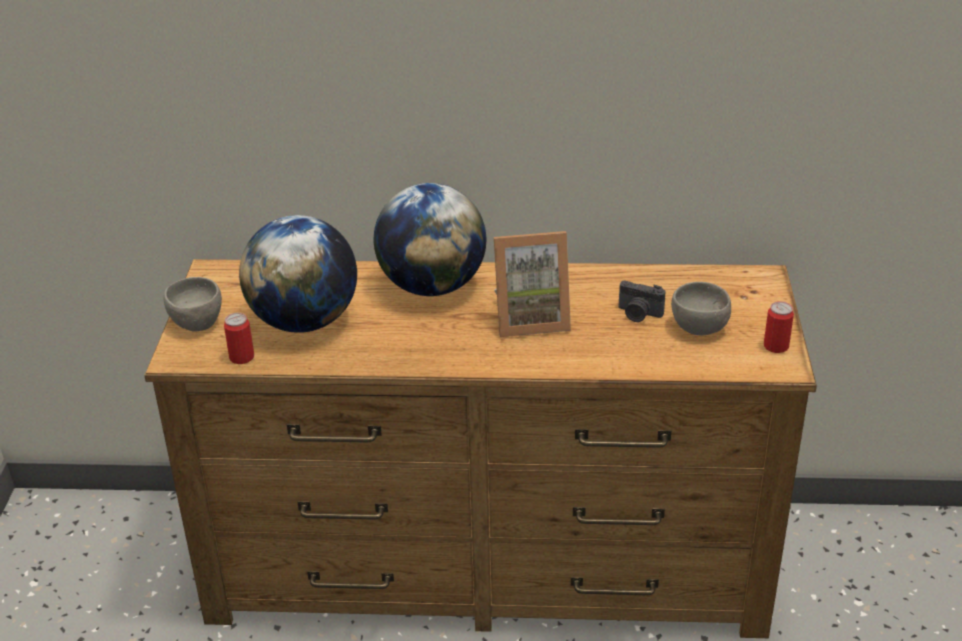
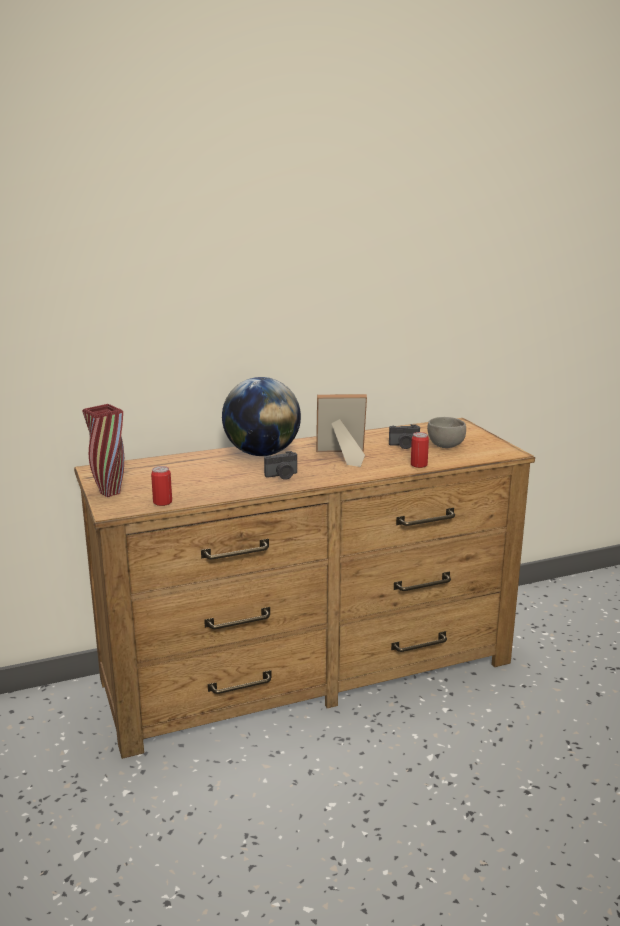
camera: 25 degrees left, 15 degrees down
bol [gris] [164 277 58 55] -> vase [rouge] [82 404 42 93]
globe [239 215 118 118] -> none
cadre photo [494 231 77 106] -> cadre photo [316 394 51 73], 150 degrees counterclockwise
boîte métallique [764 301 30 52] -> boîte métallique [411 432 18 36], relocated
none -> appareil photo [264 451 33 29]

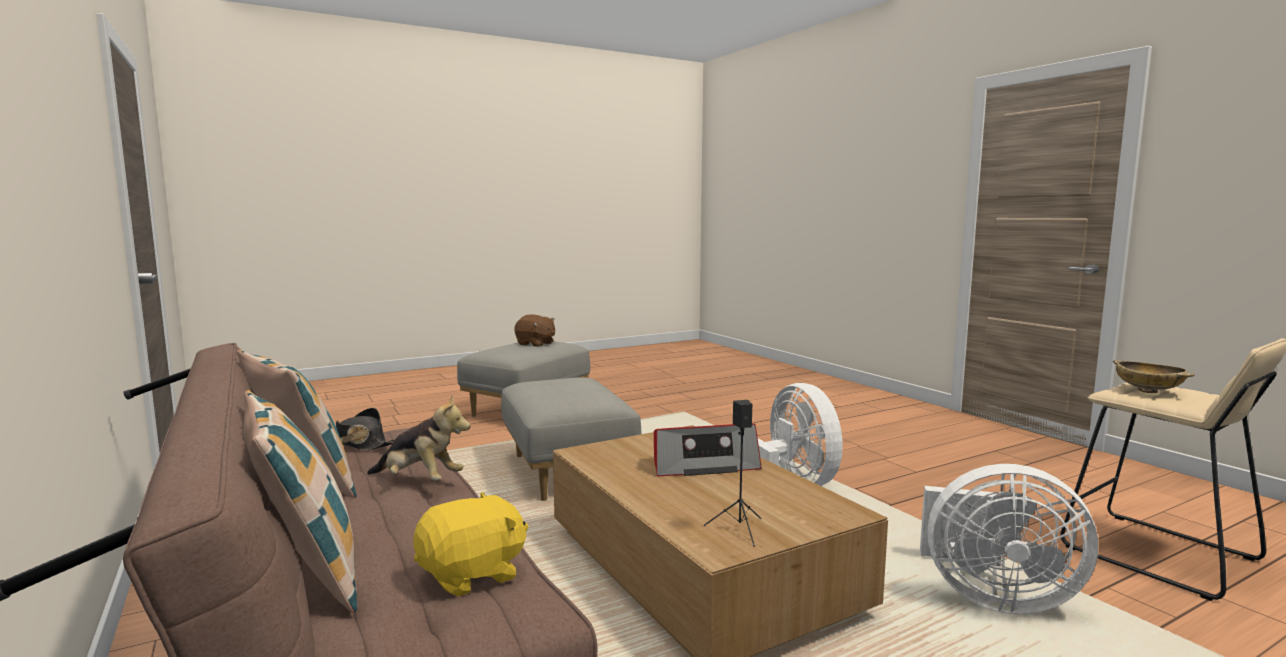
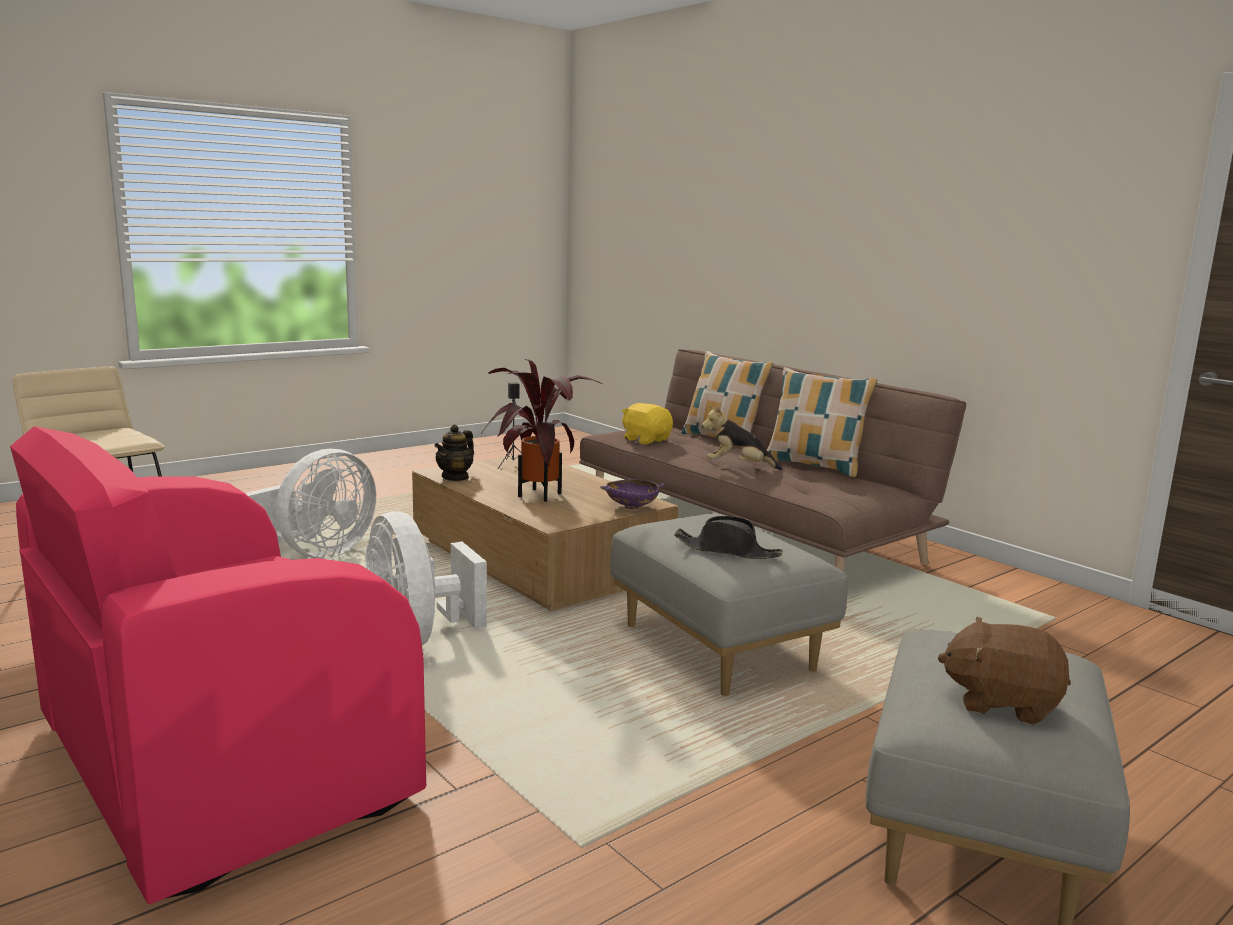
camera: 170 degrees right, 5 degrees up
chapeau [noir] [336 408 59 42] -> chapeau [noir] [674 516 109 43], relocated
peluche [jaune] [413 491 116 106] -> peluche [jaune] [622 403 51 42], 90 degrees clockwise
radio [654 423 108 53] -> plante en pot [481 359 122 143]
ventilateur [blanc] [920 464 178 150] -> ventilateur [blanc] [245 449 131 109], 120 degrees clockwise
bol [beige] [1113 360 82 33] -> none
none -> fauteuil [rose] [10 426 416 478]
none -> théière [434 424 40 57]
none -> bol [violet] [600 479 64 30]

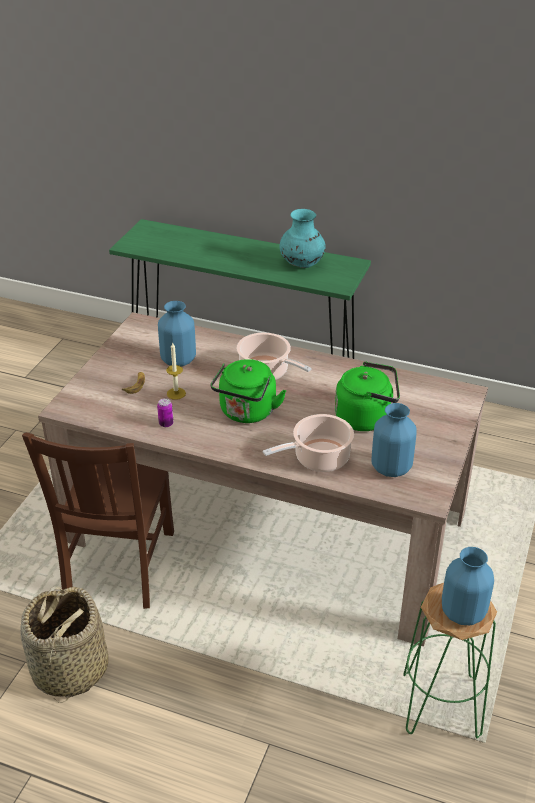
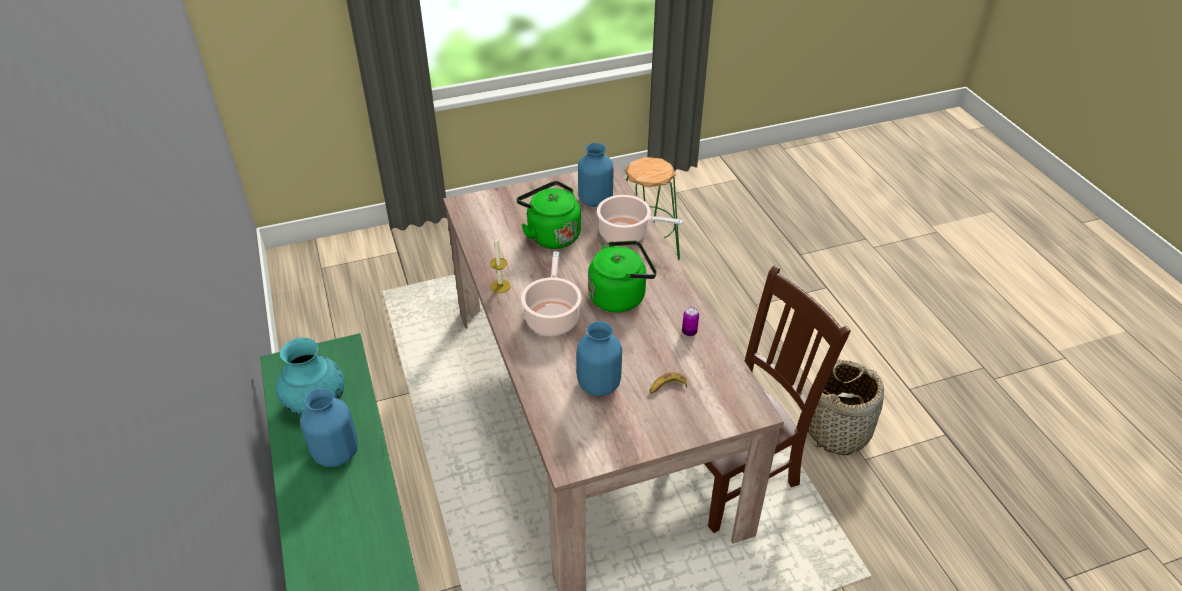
camera: 130 degrees left, 5 degrees up
bougie [166 342 20 58] -> bougie [490 237 21 56], relocated
vase [bleu] [442 547 52 78] -> vase [bleu] [300 388 58 79], relocated

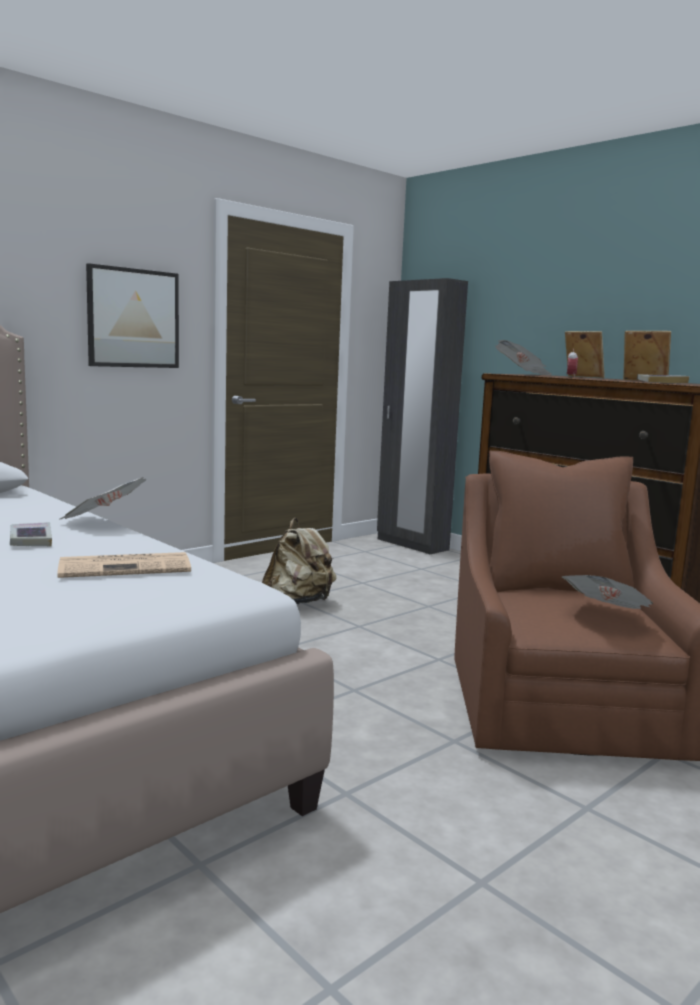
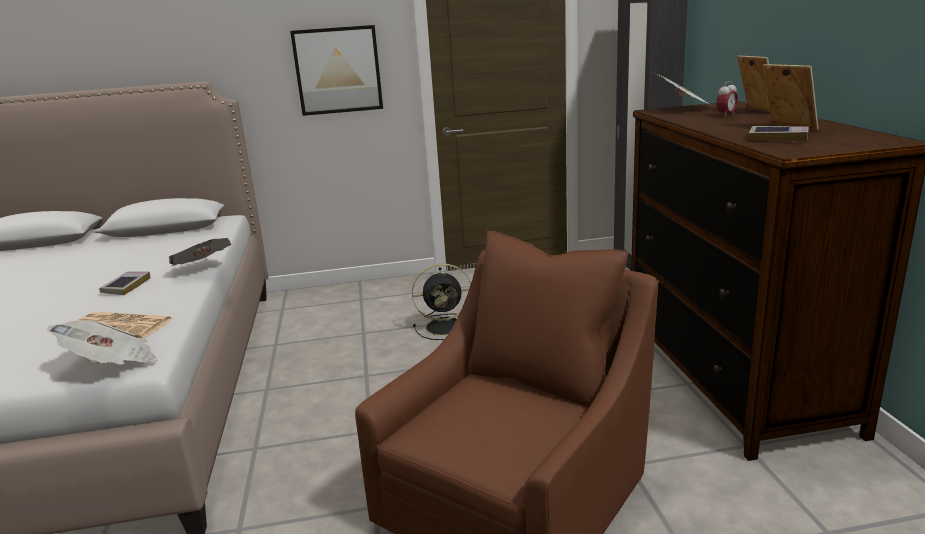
camera: 35 degrees right, 10 degrees up
sac à dos [beige] [262 518 75 86] -> ventilateur [noir] [412 264 59 76]
journal [562 575 91 34] -> journal [47 320 111 45], relocated

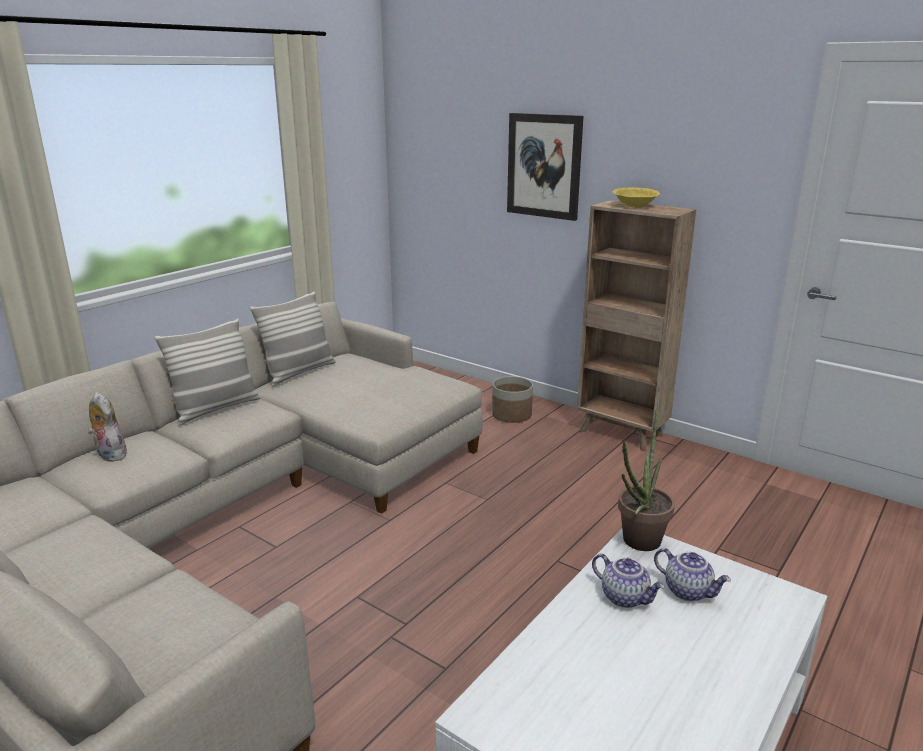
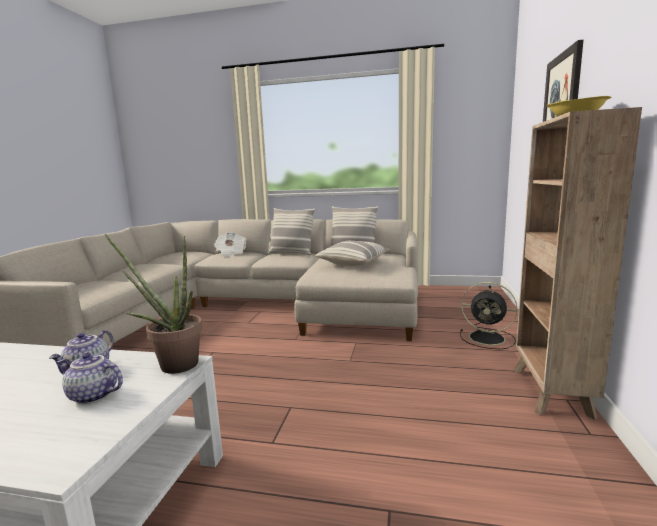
camera: 65 degrees right, 10 degrees down
peluche [88 392 39 70] -> journal [214 232 33 25]
cache-pot [492 376 41 47] -> ventilateur [noir] [460 282 57 67]
théière [654 548 77 53] -> théière [57 352 66 52], 90 degrees clockwise
none -> coussin [315 241 75 25]

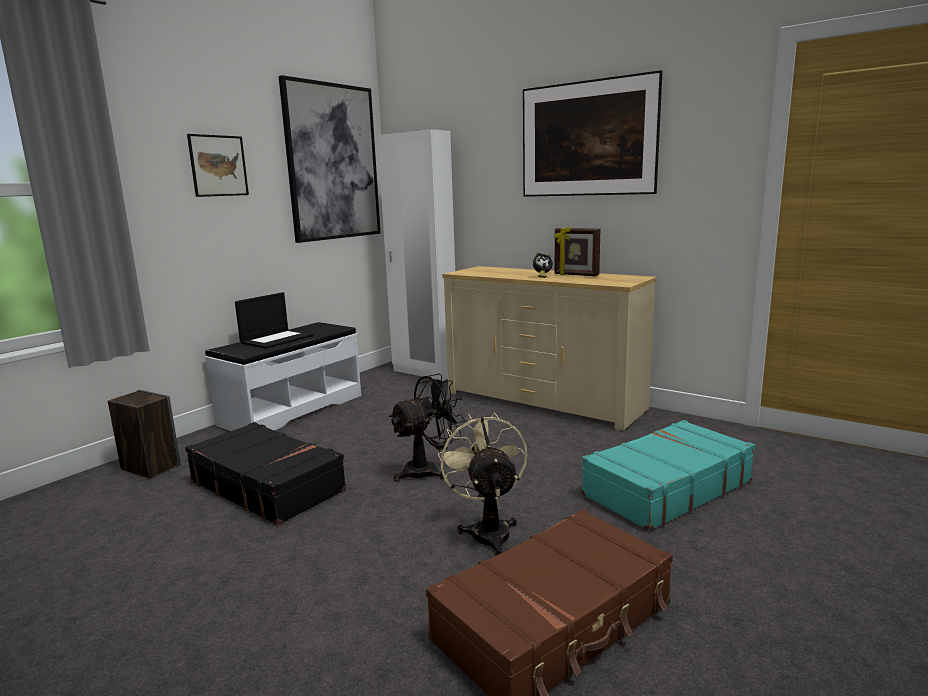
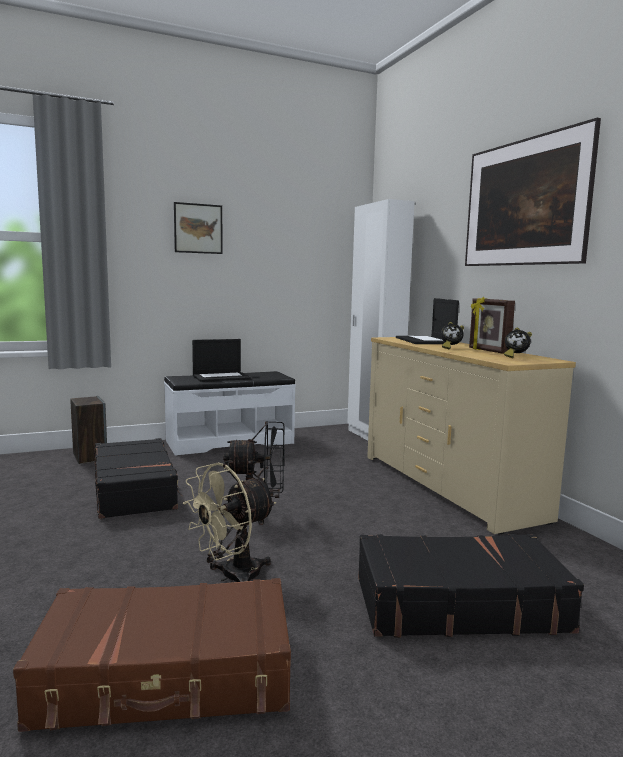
camera: 30 degrees right, 5 degrees down
tableau [279 75 102 168] -> none
ventilateur [beige] [438 412 89 144] -> ventilateur [beige] [183 463 93 119], 150 degrees counterclockwise
valise [turquoise] [581 420 174 111] -> valise [noir] [358 534 226 104]
none -> ordinateur portable [396 298 63 46]
none -> réveil [504 328 28 30]

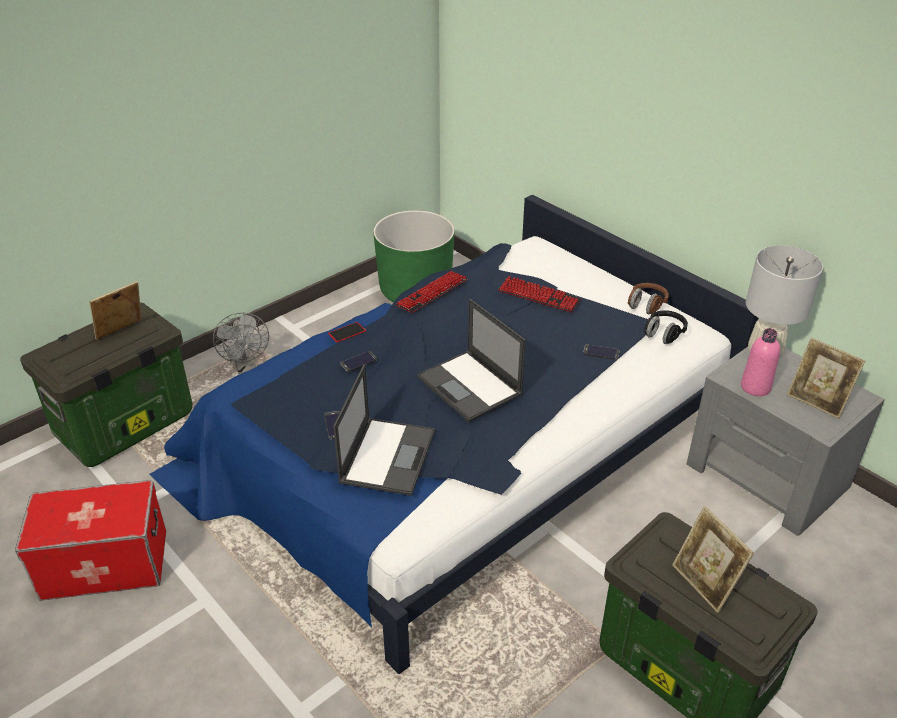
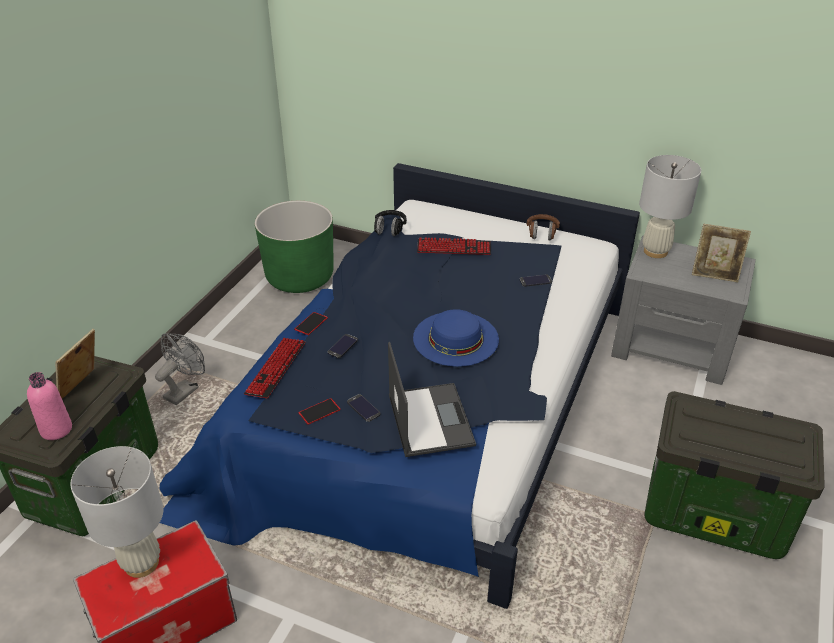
camera: 25 degrees left, 0 degrees up
ventilateur [gris] [213 313 56 61] -> ventilateur [gris] [155 333 50 72], 105 degrees counterclockwise
clavier [395 271 73 42] -> clavier [244 338 61 60], relocated
ordinateur portable [417 299 109 123] -> chapeau [bleu] [413 309 86 58]
casque audio [noir] [644 311 44 33] -> casque audio [noir] [374 210 33 26], relocated
cadre photo [672 506 82 107] -> none
bouteille [rose] [741 328 39 68] -> bouteille [rose] [27 372 45 68], relocated
none -> lampe de table [blanc] [70 446 93 132]
none -> téléphone [299 398 42 27]

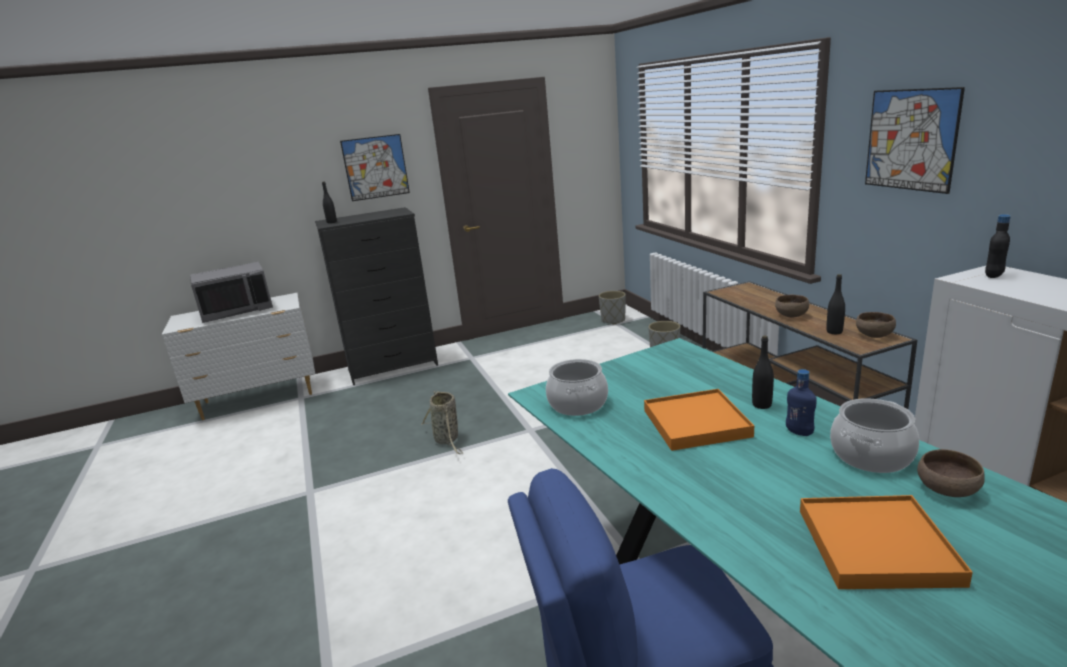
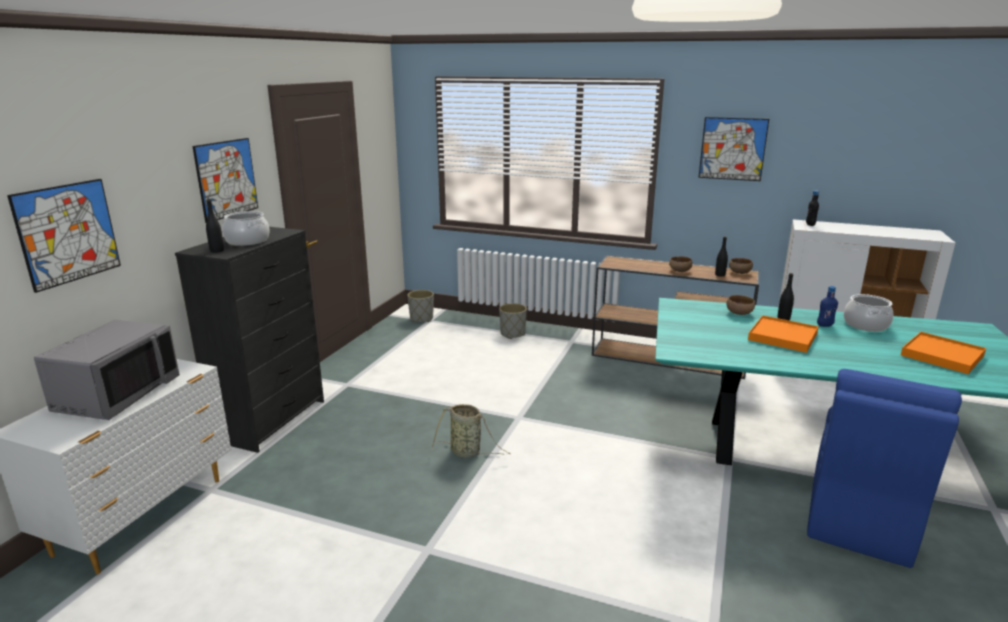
camera: 50 degrees left, 0 degrees up
marmite [546 359 62 57] -> marmite [222 211 48 35], relocated
bol [marron] [917 449 68 48] -> bol [marron] [727 295 28 20], relocated
none -> tableau [7 179 114 114]

